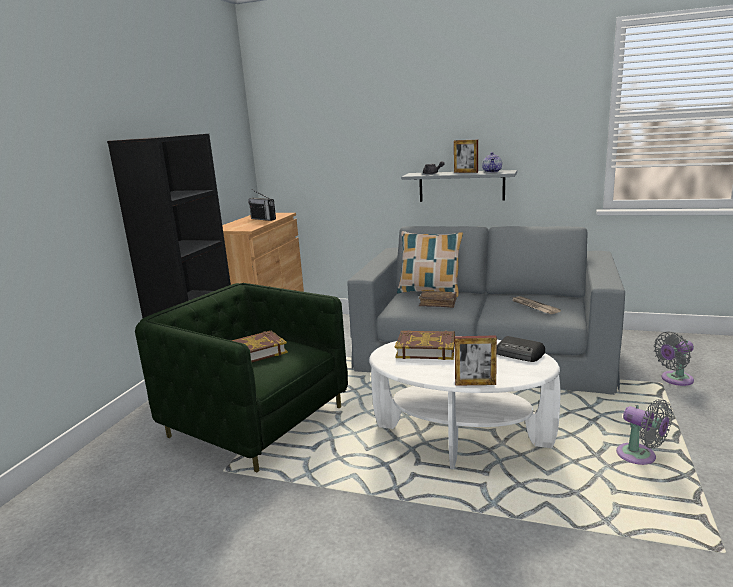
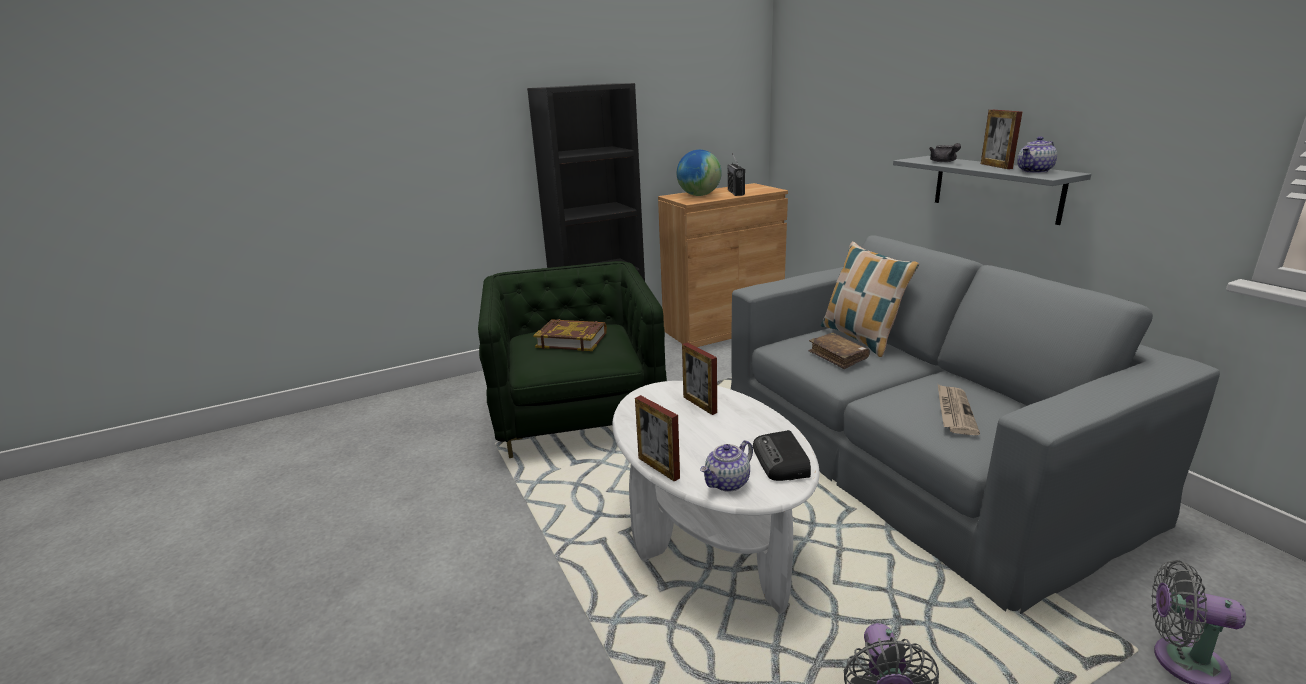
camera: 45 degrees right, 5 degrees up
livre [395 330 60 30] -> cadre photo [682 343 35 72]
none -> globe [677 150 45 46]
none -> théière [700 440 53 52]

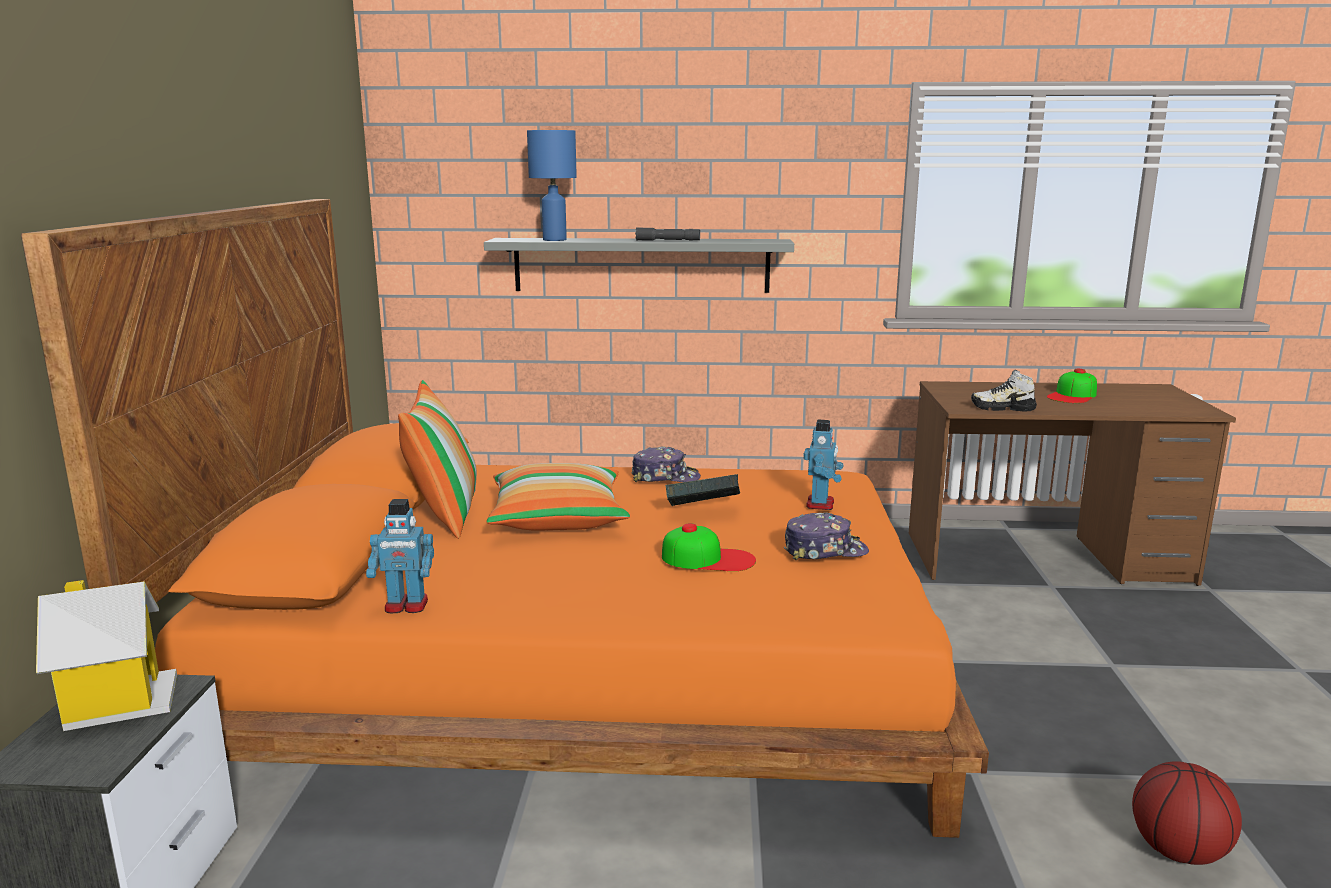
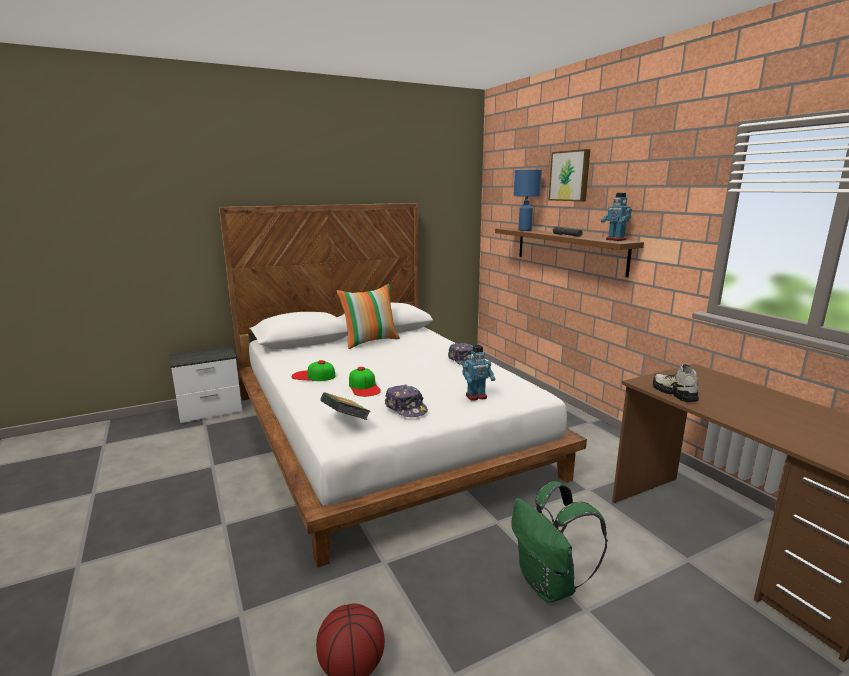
camera: 60 degrees right, 0 degrees up
lit [orange] [21 199 968 639] -> lit [blanc] [219 203 368 364]
maison miniature [36 580 141 151] -> none
robot jouet [366 499 68 114] -> robot jouet [601 193 31 48], relocated
étagère [gris] [484 238 310 55] -> étagère [marron] [495 228 149 49]
coussin [487 463 143 67] -> none
livre [665 474 75 32] -> livre [320 392 50 28], relocated
casquette [1047 369 50 34] -> casquette [291 360 45 21], relocated
none -> sac à dos [vert] [512 481 96 121]
none -> tableau [549 149 41 52]

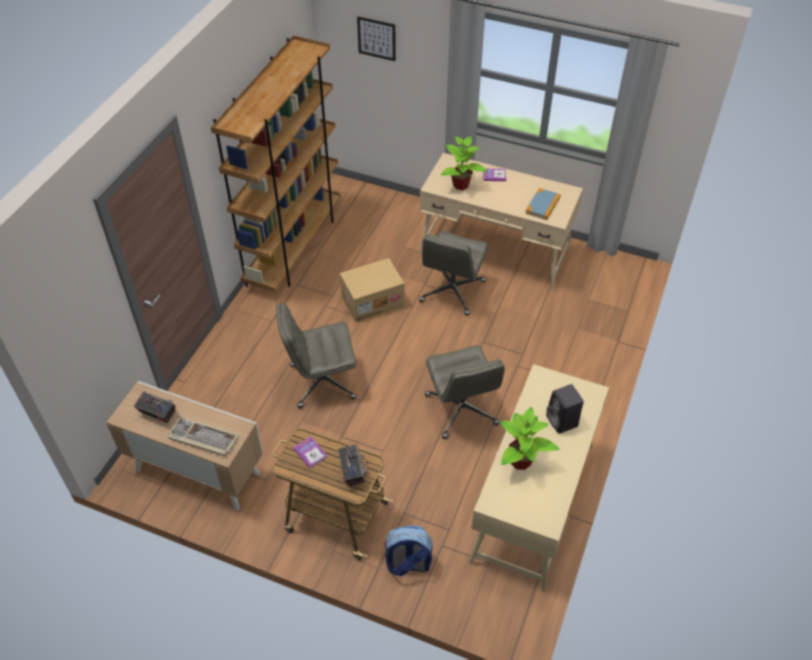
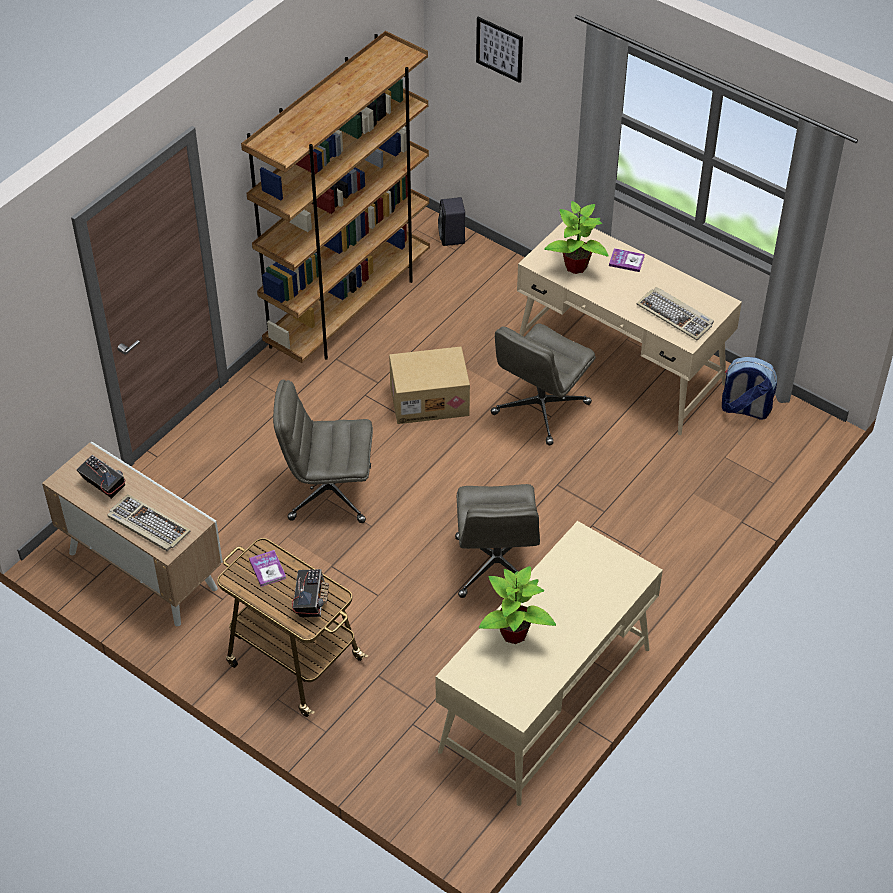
camera: 15 degrees right, 0 degrees up
sac à dos [384 525 49 51] -> sac à dos [722 357 55 63], relocated
livre [525 188 36 32] -> clavier [636 287 78 53]
enceinte [noir] [546 384 38 50] -> enceinte [noir] [438 197 27 49], relocated

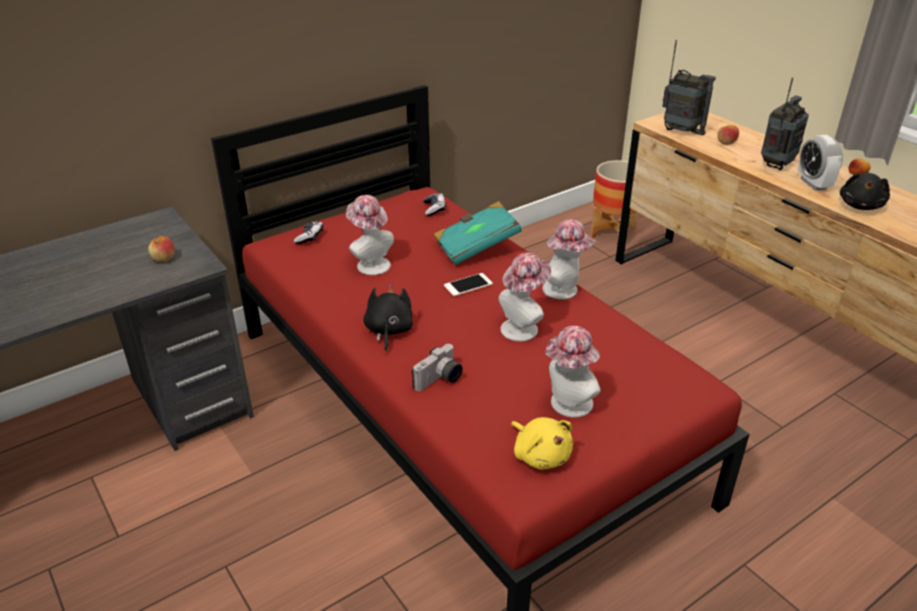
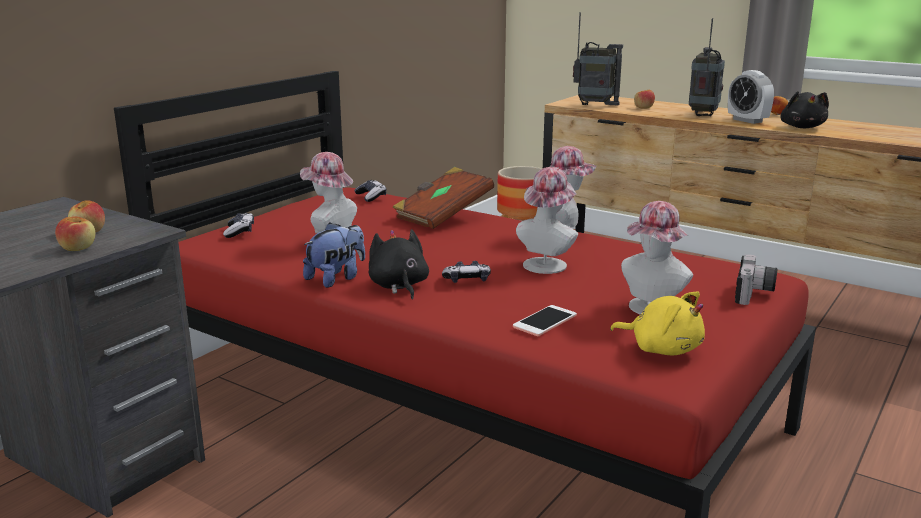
camera: 20 degrees left, 15 degrees down
appareil photo [412 344 51 47] -> appareil photo [735 254 43 51], relocated
livre [turquoise] [434 201 88 64] -> livre [marron] [393 167 101 62]
téléphone [444 273 49 24] -> téléphone [513 305 64 31], relocated
none -> pomme [55 216 40 35]
none -> peluche [303 222 62 66]
none -> manette [442 261 49 22]

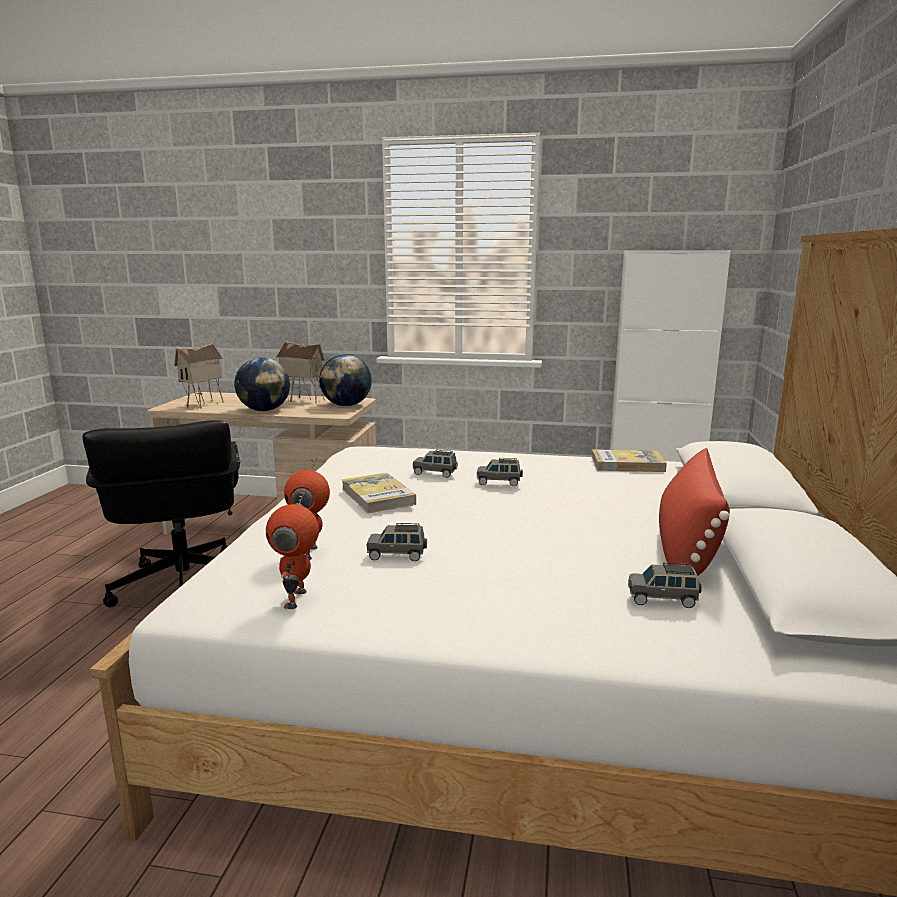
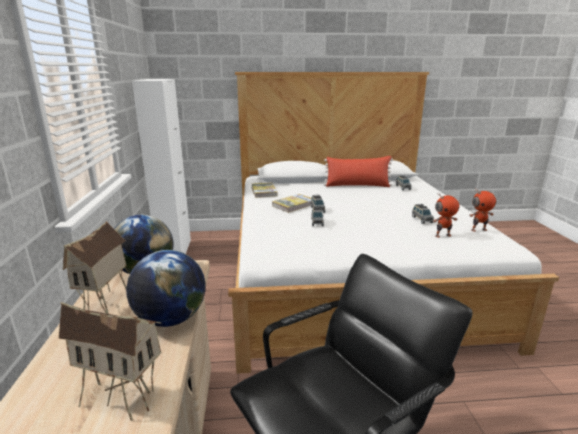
camera: 105 degrees left, 5 degrees up
livre [342 473 74 40] -> livre [272 194 39 19], relocated

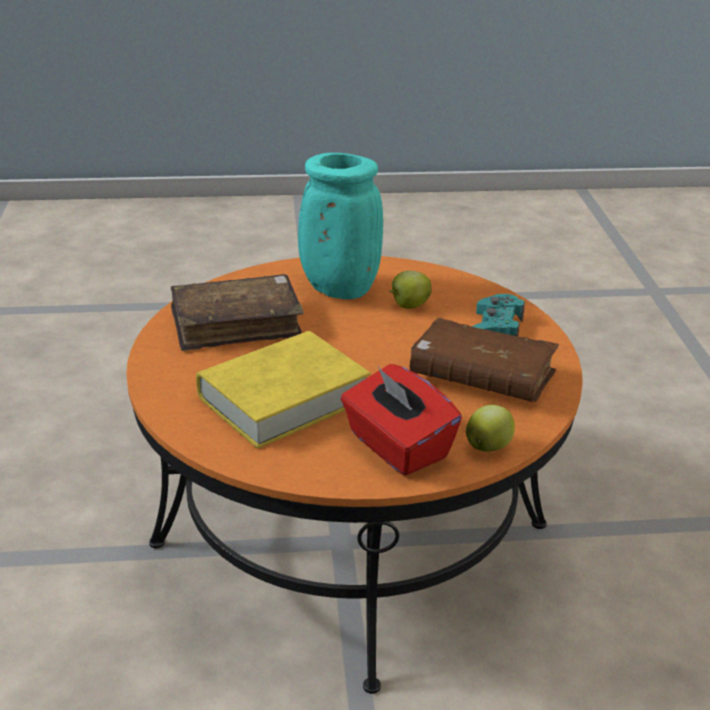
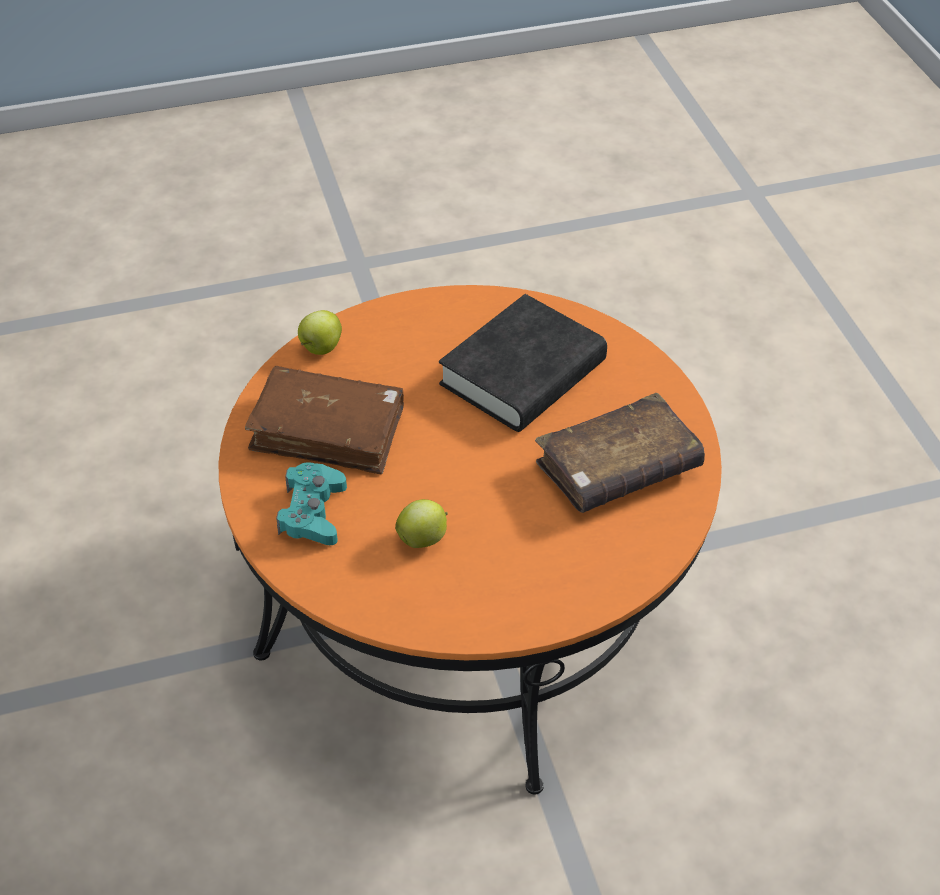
camera: 170 degrees right, 15 degrees up
livre [jaune] [196 331 175 118] -> livre [noir] [439 294 168 138]
vase [turquoise] [298 153 85 146] -> none
boîte à mouchoirs [rouge] [341 364 121 112] -> none

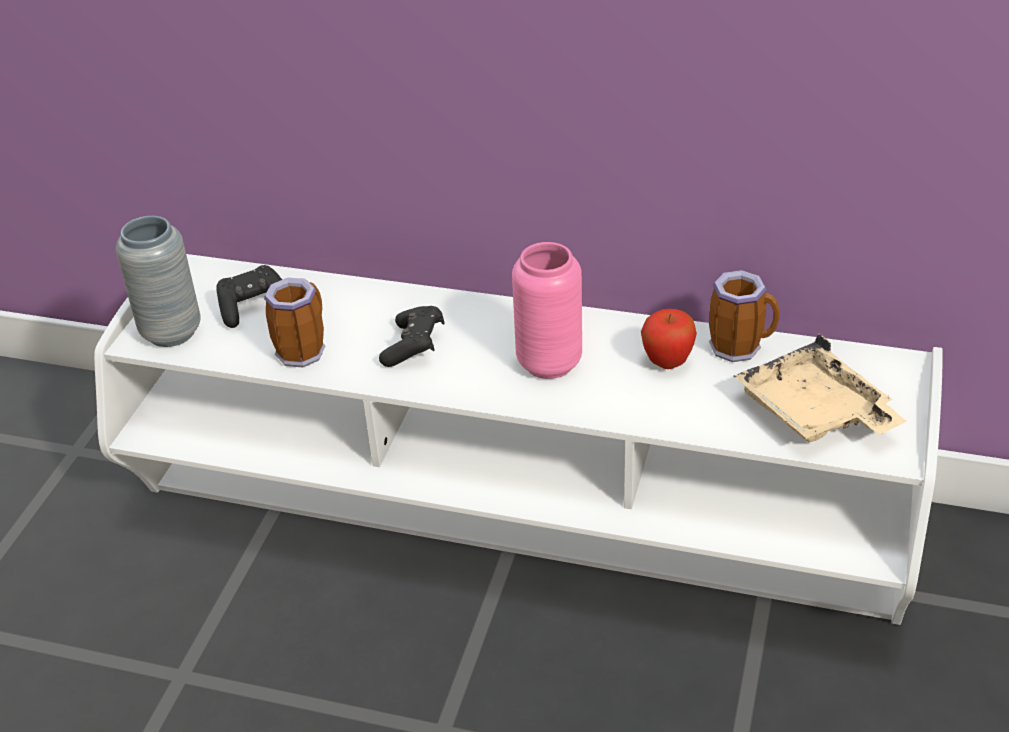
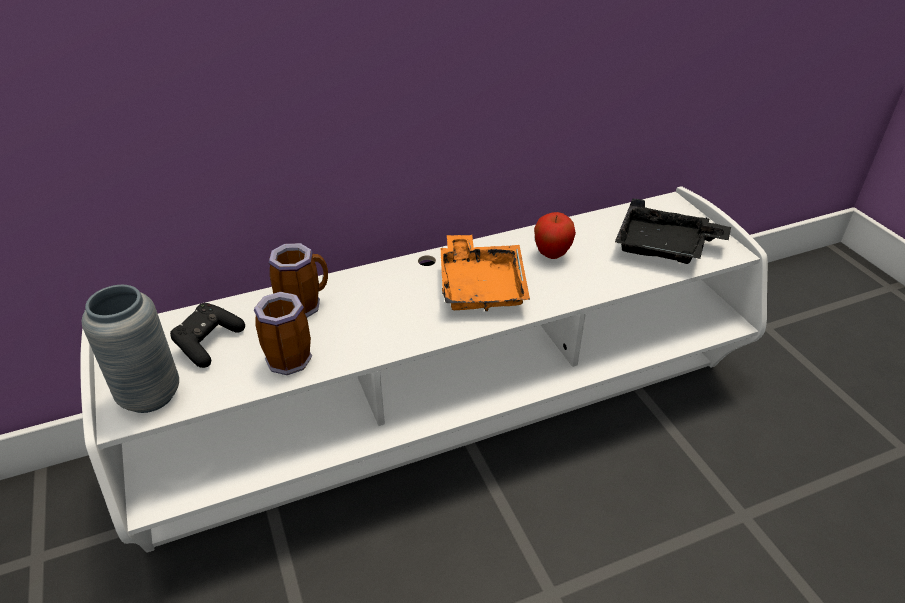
camera: 40 degrees left, 0 degrees up
manette [noir] [379 306 66 61] -> none
vase [rose] [512 242 70 137] -> plateau [orange] [441 235 89 76]
mug [709 270 70 92] -> mug [268 243 60 75], relocated
plateau [beige] [734 334 172 108] -> plateau [noir] [615 198 116 66]

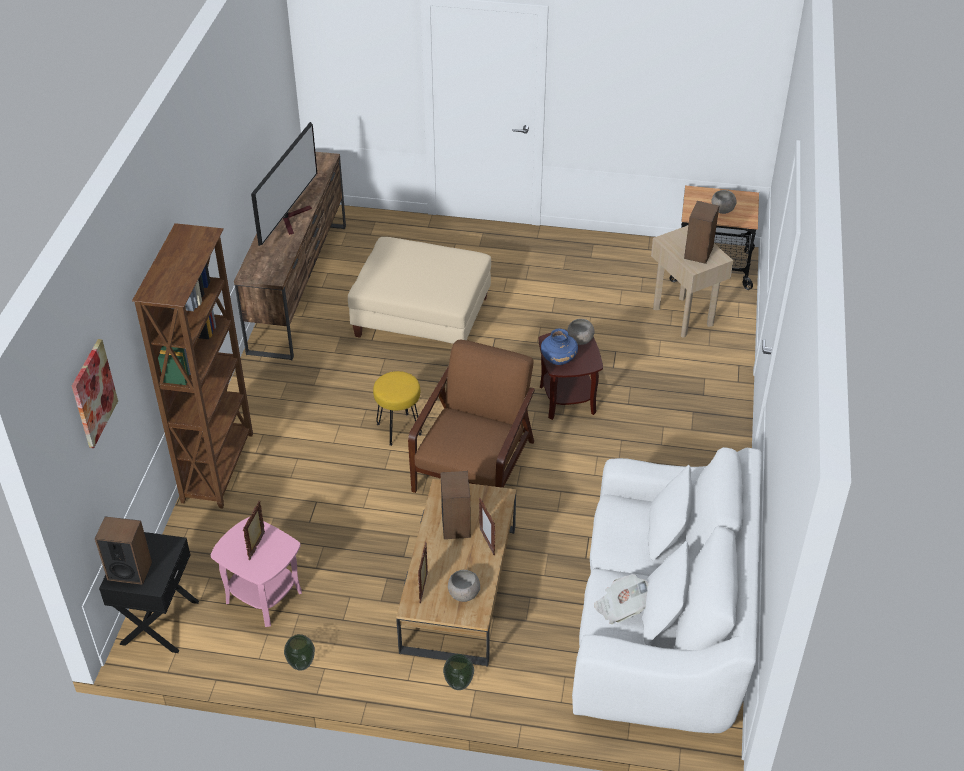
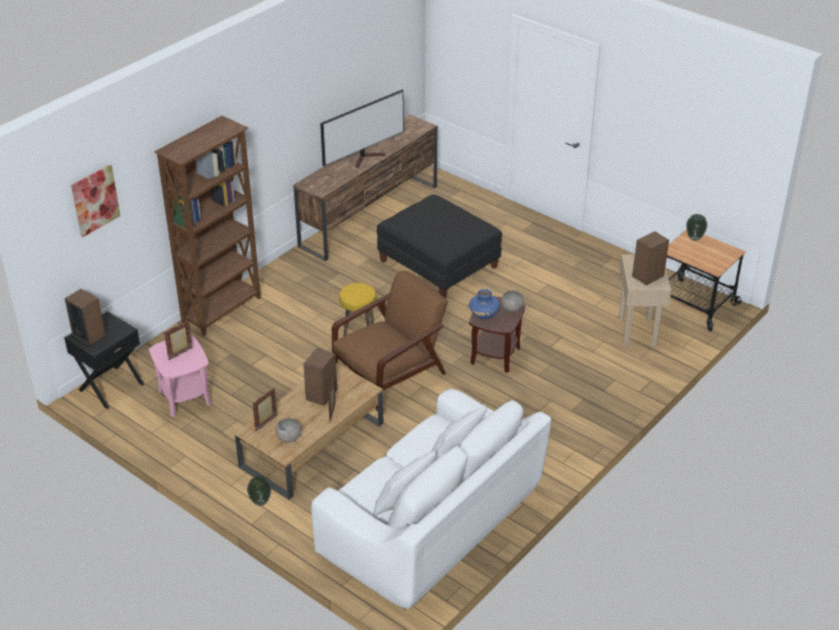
camera: 30 degrees right, 5 degrees down
vase [284 634 31 37] -> vase [686 214 21 27], relocated
pouf [beige] [348 237 143 107] -> pouf [noir] [377 195 125 103]
journal [594 574 55 50] -> none
bol [gris] [711 190 26 24] -> none

